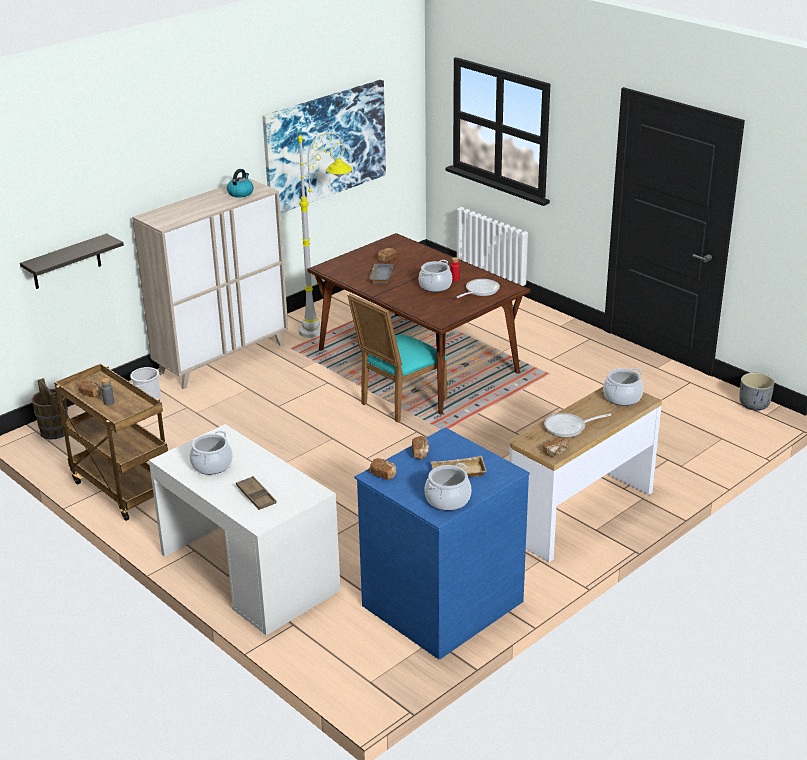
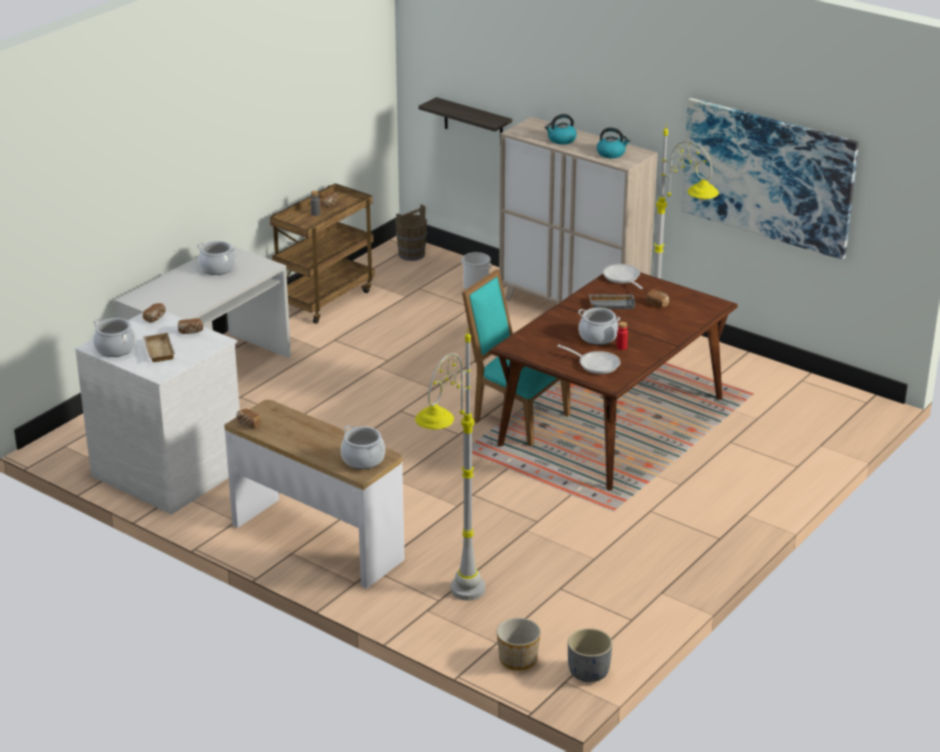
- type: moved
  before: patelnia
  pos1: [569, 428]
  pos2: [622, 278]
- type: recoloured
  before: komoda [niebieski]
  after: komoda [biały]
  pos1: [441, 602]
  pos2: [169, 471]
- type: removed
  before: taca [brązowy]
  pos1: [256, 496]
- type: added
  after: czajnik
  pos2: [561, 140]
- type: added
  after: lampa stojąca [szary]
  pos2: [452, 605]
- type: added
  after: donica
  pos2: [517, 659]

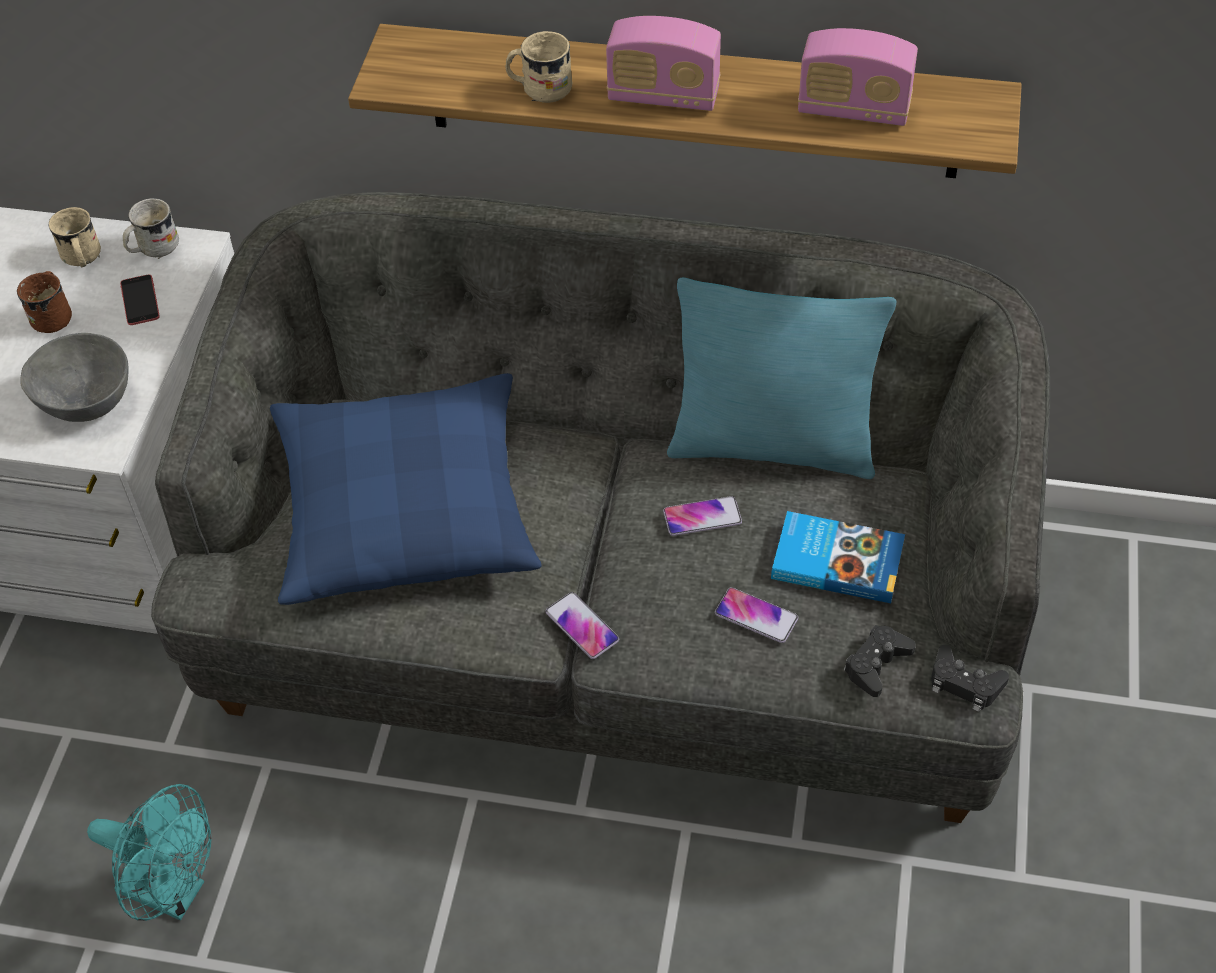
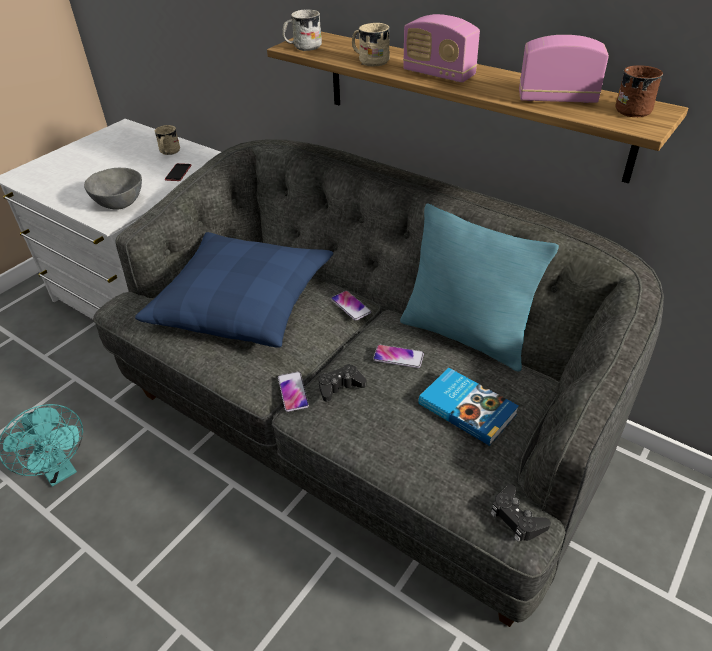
- type: turned
  before: radio
  pos1: [853, 110]
  pos2: [557, 98]
  turn: 150
- type: moved
  before: kubek [biały]
  pos1: [153, 248]
  pos2: [302, 47]
- type: moved
  before: kubek [brązowy]
  pos1: [54, 314]
  pos2: [634, 109]
- type: moved
  before: telefon
  pos1: [756, 616]
  pos2: [351, 306]
- type: moved
  before: pad do gier [czarny]
  pos1: [876, 664]
  pos2: [340, 386]

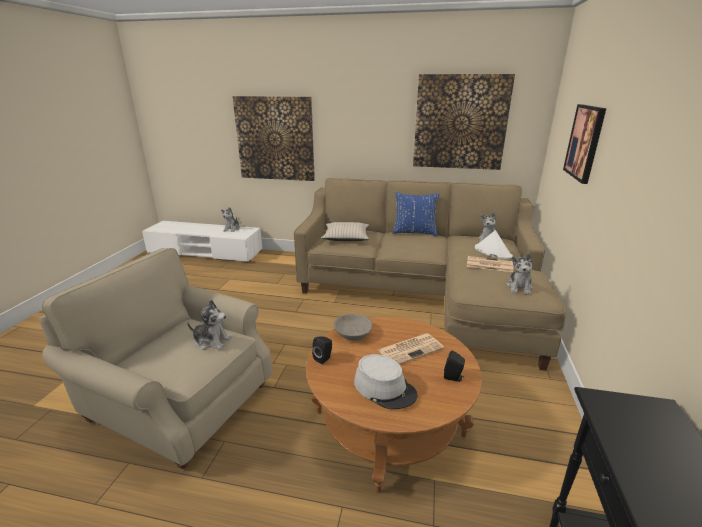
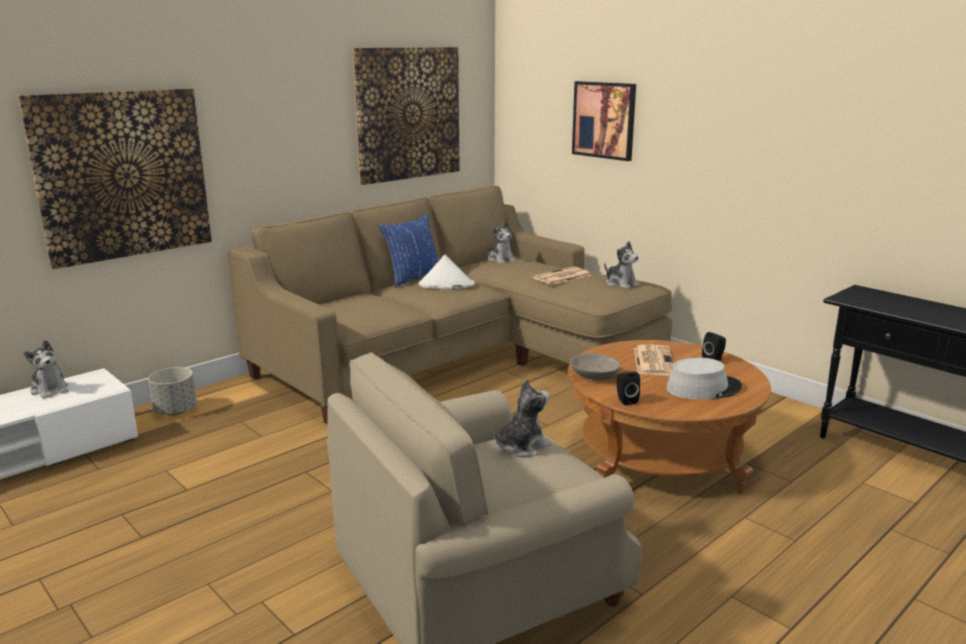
- type: removed
  before: poduszka [beżowy]
  pos1: [346, 237]
- type: moved
  before: kapelusz [biały]
  pos1: [492, 252]
  pos2: [446, 285]
- type: added
  after: donica [szary]
  pos2: [175, 411]

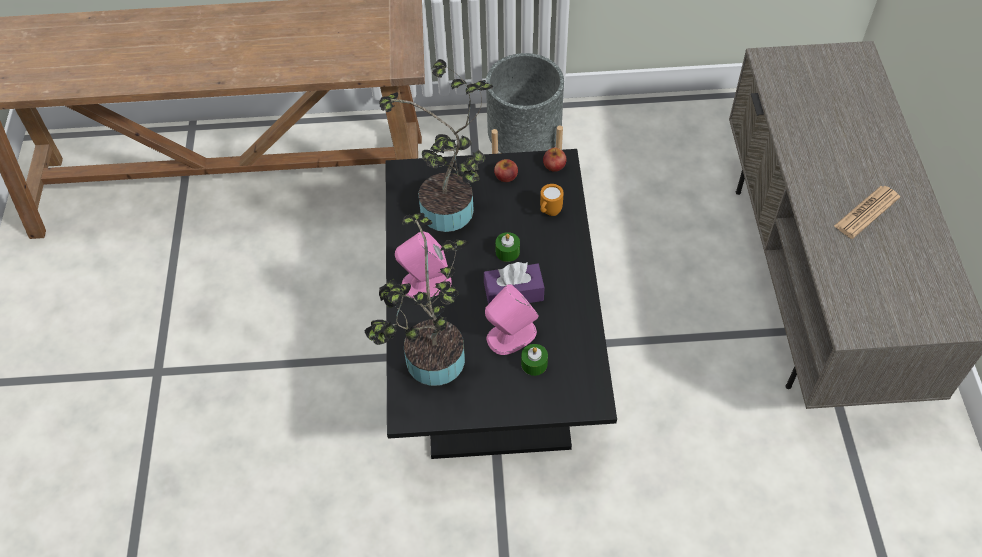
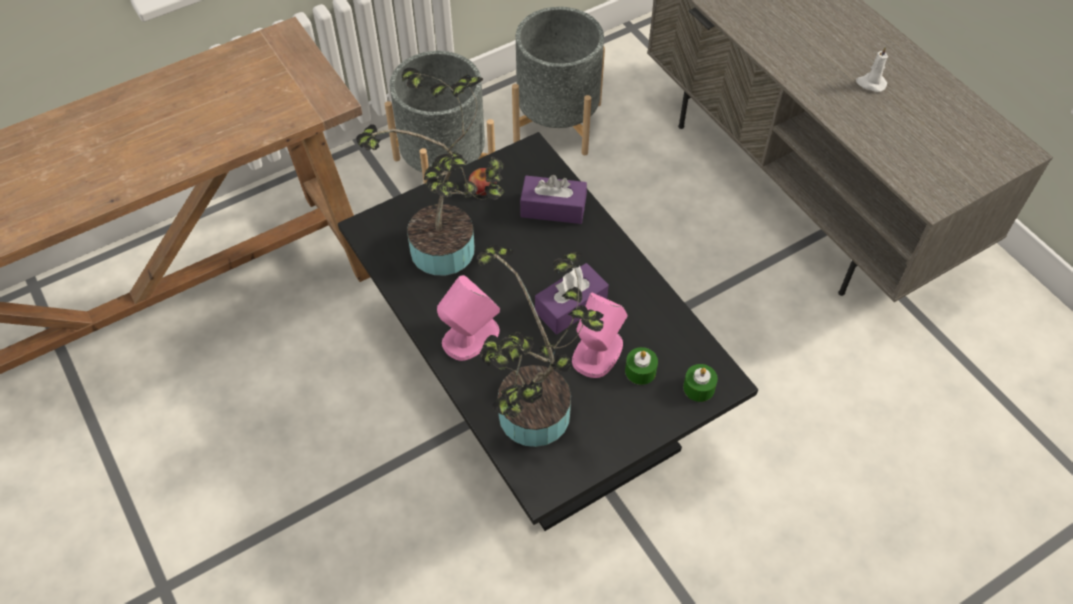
- type: removed
  before: jabłko
  pos1: [554, 165]
- type: replaced
  before: kubek [pomarańczowy]
  after: pudełko chusteczek [fioletowy]
  pos1: [549, 212]
  pos2: [553, 208]
- type: replaced
  before: gazeta
  after: świeca [biały]
  pos1: [866, 212]
  pos2: [870, 83]
- type: moved
  before: świeca [zielony]
  pos1: [507, 251]
  pos2: [698, 388]
- type: added
  after: donica [szary]
  pos2: [557, 122]

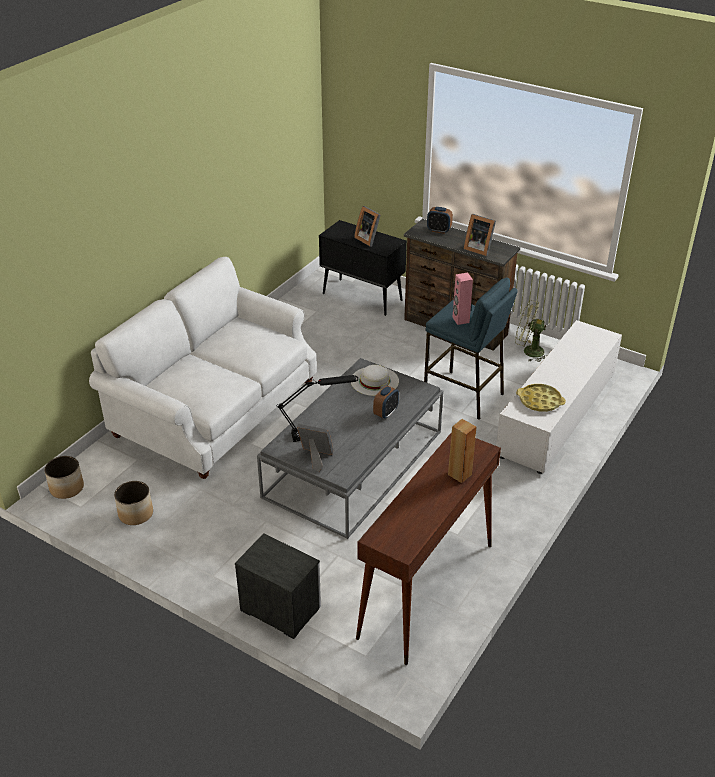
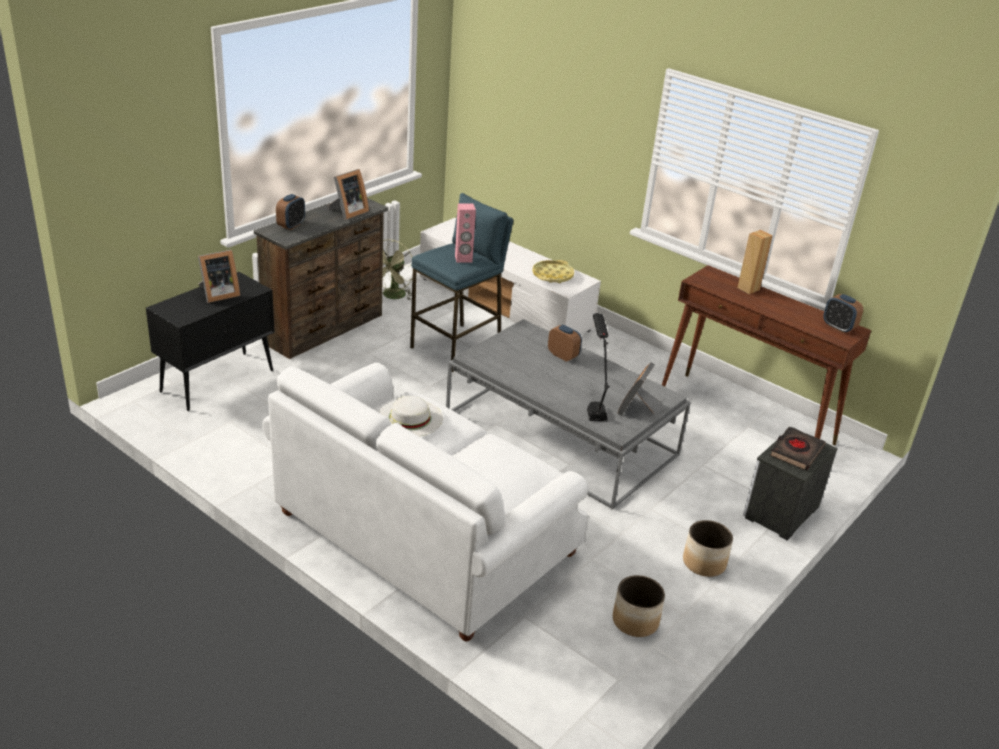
- type: moved
  before: kapelusz [biały]
  pos1: [374, 381]
  pos2: [410, 417]
- type: moved
  before: donica
  pos1: [67, 488]
  pos2: [703, 563]
- type: added
  after: budzik
  pos2: [838, 327]
- type: added
  after: książka [czarny]
  pos2: [796, 452]

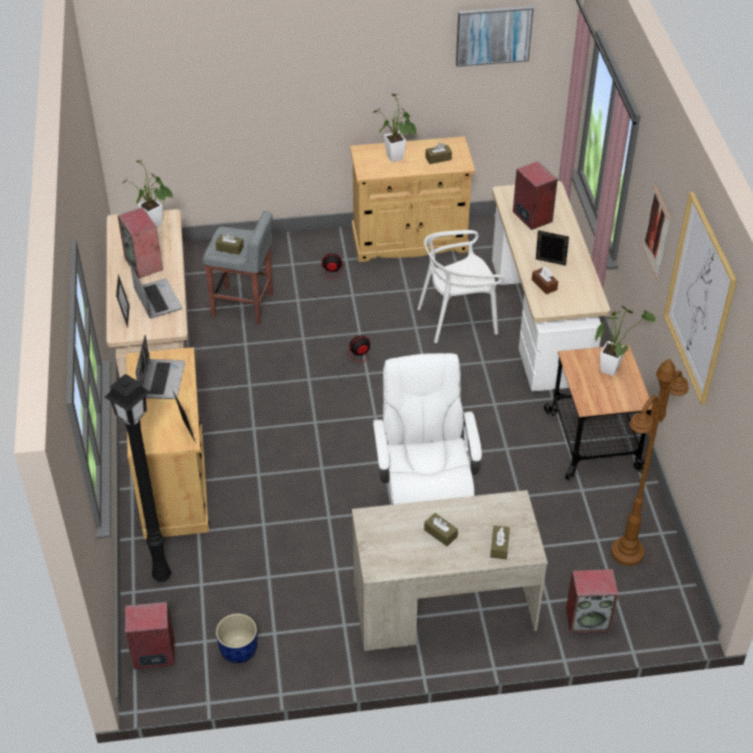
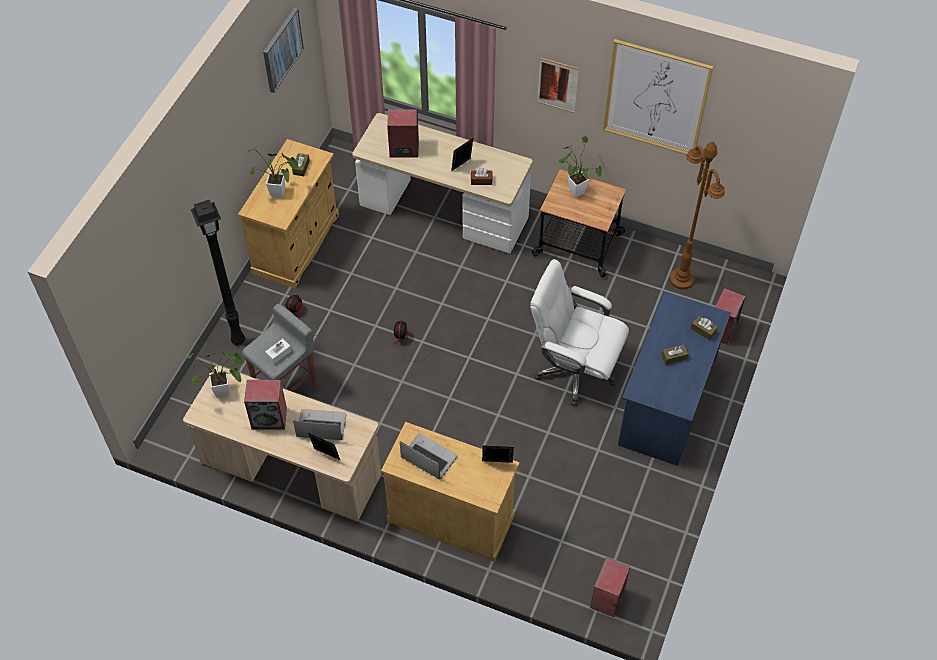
- type: removed
  before: krzesło [biały]
  pos1: [457, 319]
- type: recoloured
  before: pudełko chusteczek [brązowy]
  after: pudełko chusteczek [biały]
  pos1: [230, 248]
  pos2: [278, 354]
- type: moved
  before: lampa stojąca [czarny]
  pos1: [163, 576]
  pos2: [239, 339]
- type: recoloured
  before: biurko [beżowy]
  after: biurko [niebieski]
  pos1: [443, 607]
  pos2: [667, 402]
- type: removed
  before: donica [niebieski]
  pos1: [238, 650]

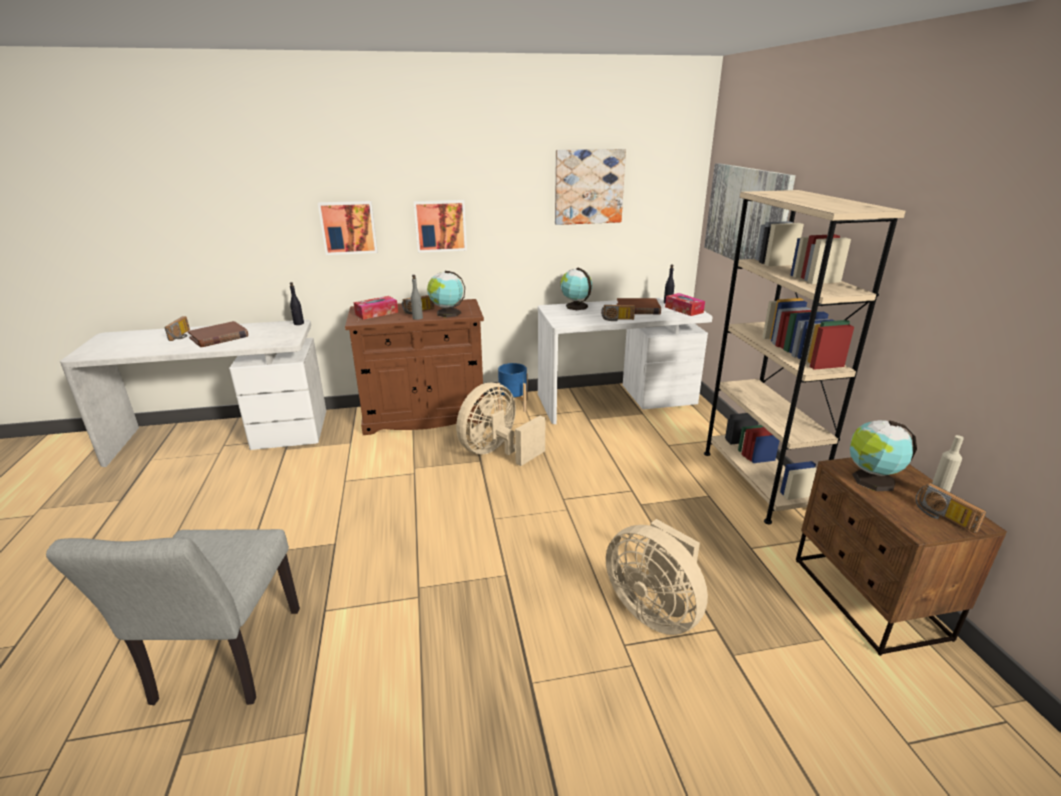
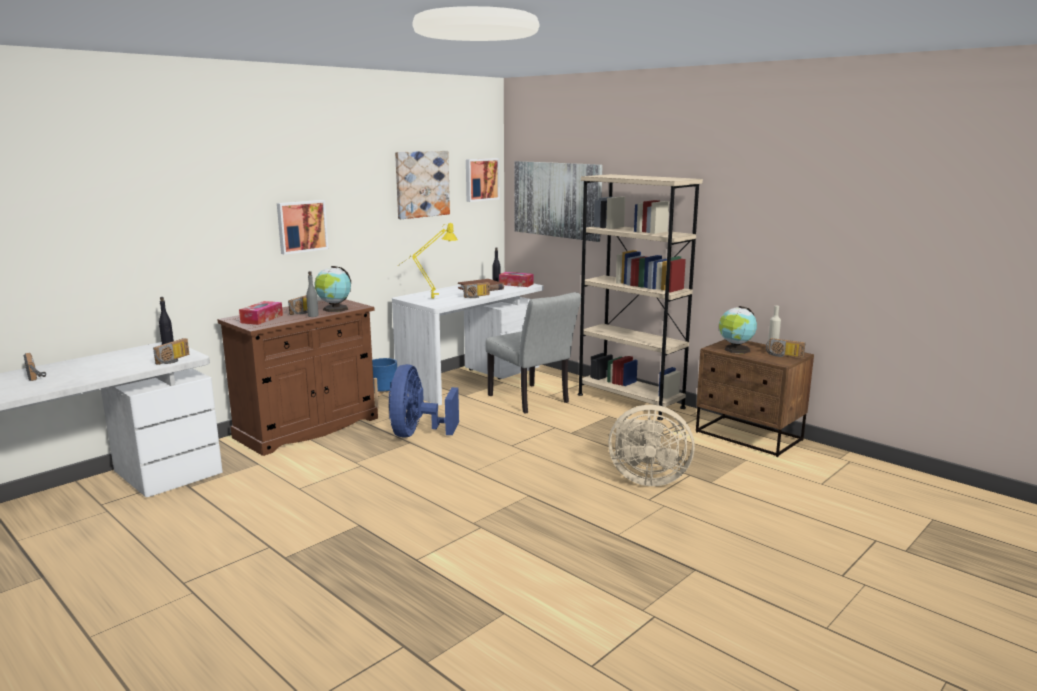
- type: moved
  before: obraz
  pos1: [348, 227]
  pos2: [481, 179]
- type: removed
  before: globus
  pos1: [575, 306]
- type: removed
  before: książka [brązowy]
  pos1: [219, 337]
- type: recoloured
  before: wentylator [beżowy]
  after: wentylator [niebieski]
  pos1: [497, 452]
  pos2: [417, 434]
- type: moved
  before: krzesło [szary]
  pos1: [223, 663]
  pos2: [532, 400]
- type: added
  after: lampa stołowa [żółty]
  pos2: [428, 299]
- type: added
  after: radio
  pos2: [174, 360]

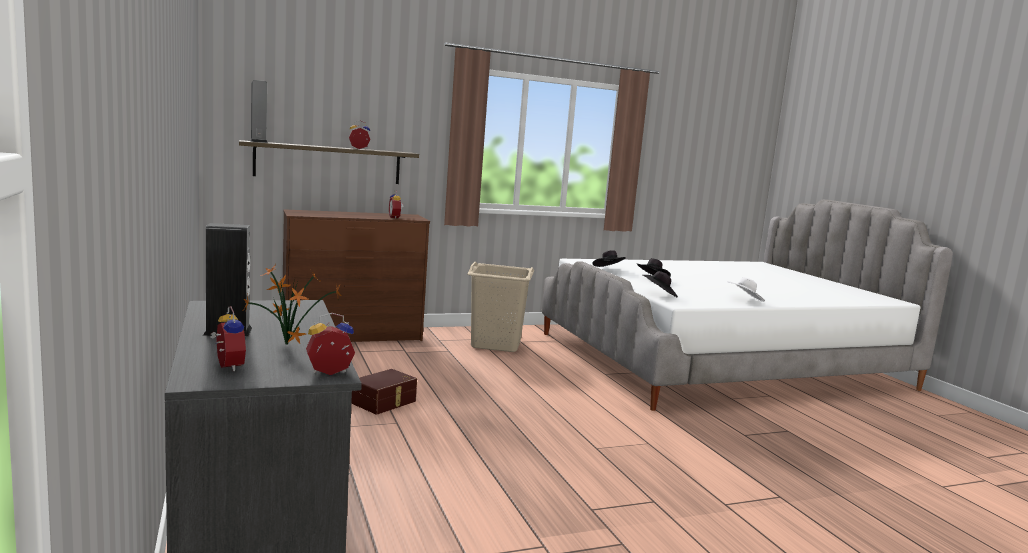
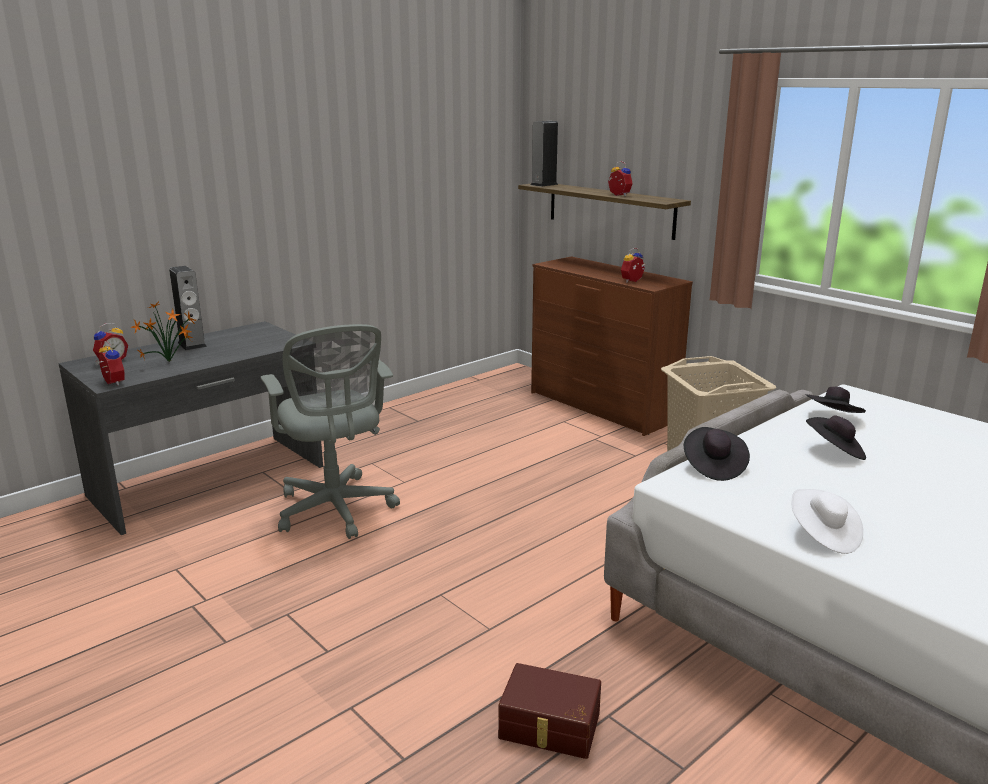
- type: moved
  before: pojemnik do przechowywania [brązowy]
  pos1: [385, 402]
  pos2: [549, 727]
- type: added
  after: krzesło biurowe [szary]
  pos2: [336, 511]

